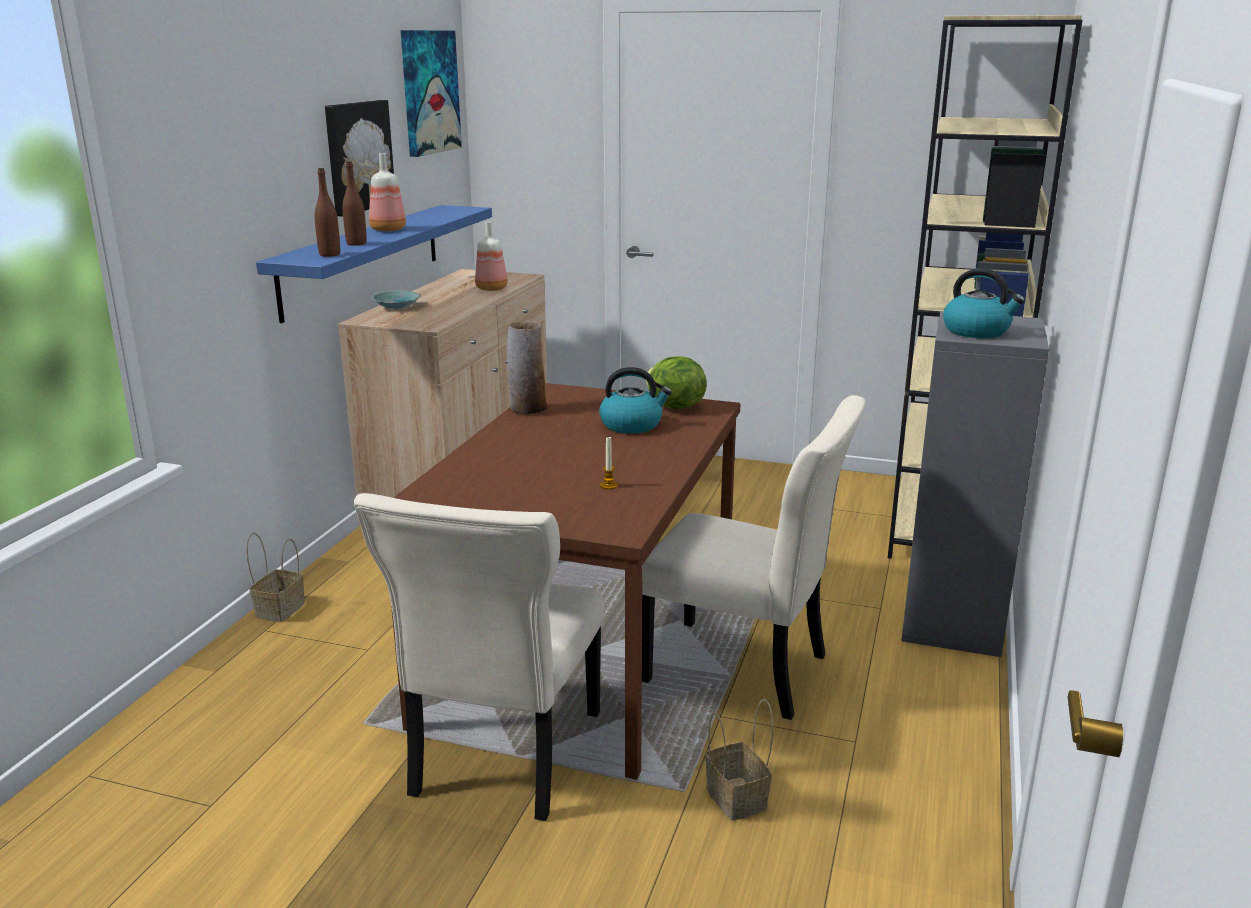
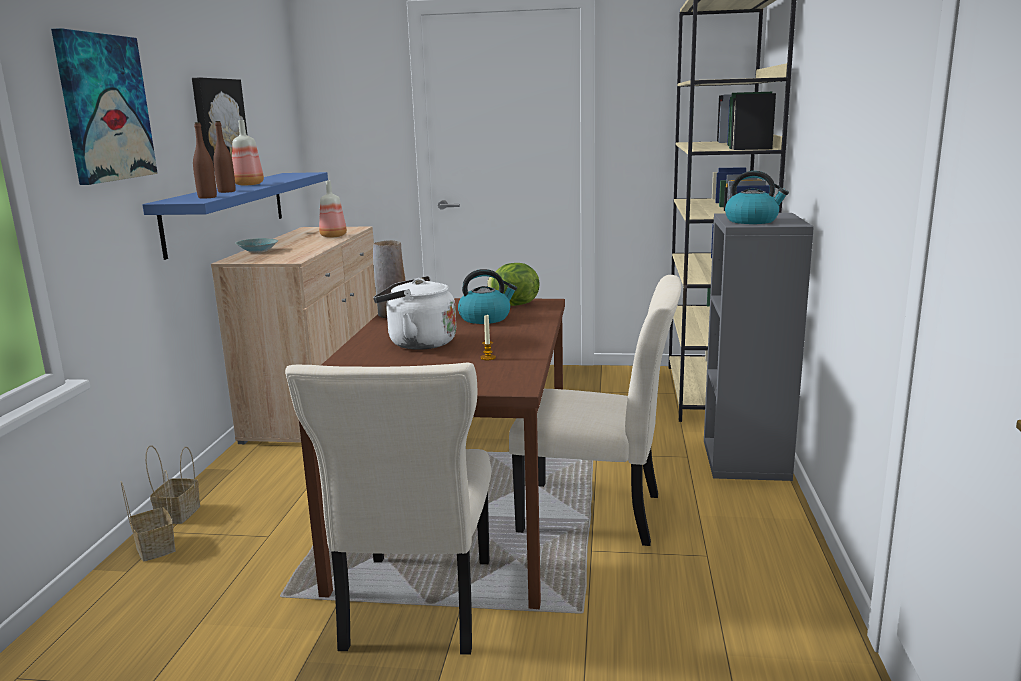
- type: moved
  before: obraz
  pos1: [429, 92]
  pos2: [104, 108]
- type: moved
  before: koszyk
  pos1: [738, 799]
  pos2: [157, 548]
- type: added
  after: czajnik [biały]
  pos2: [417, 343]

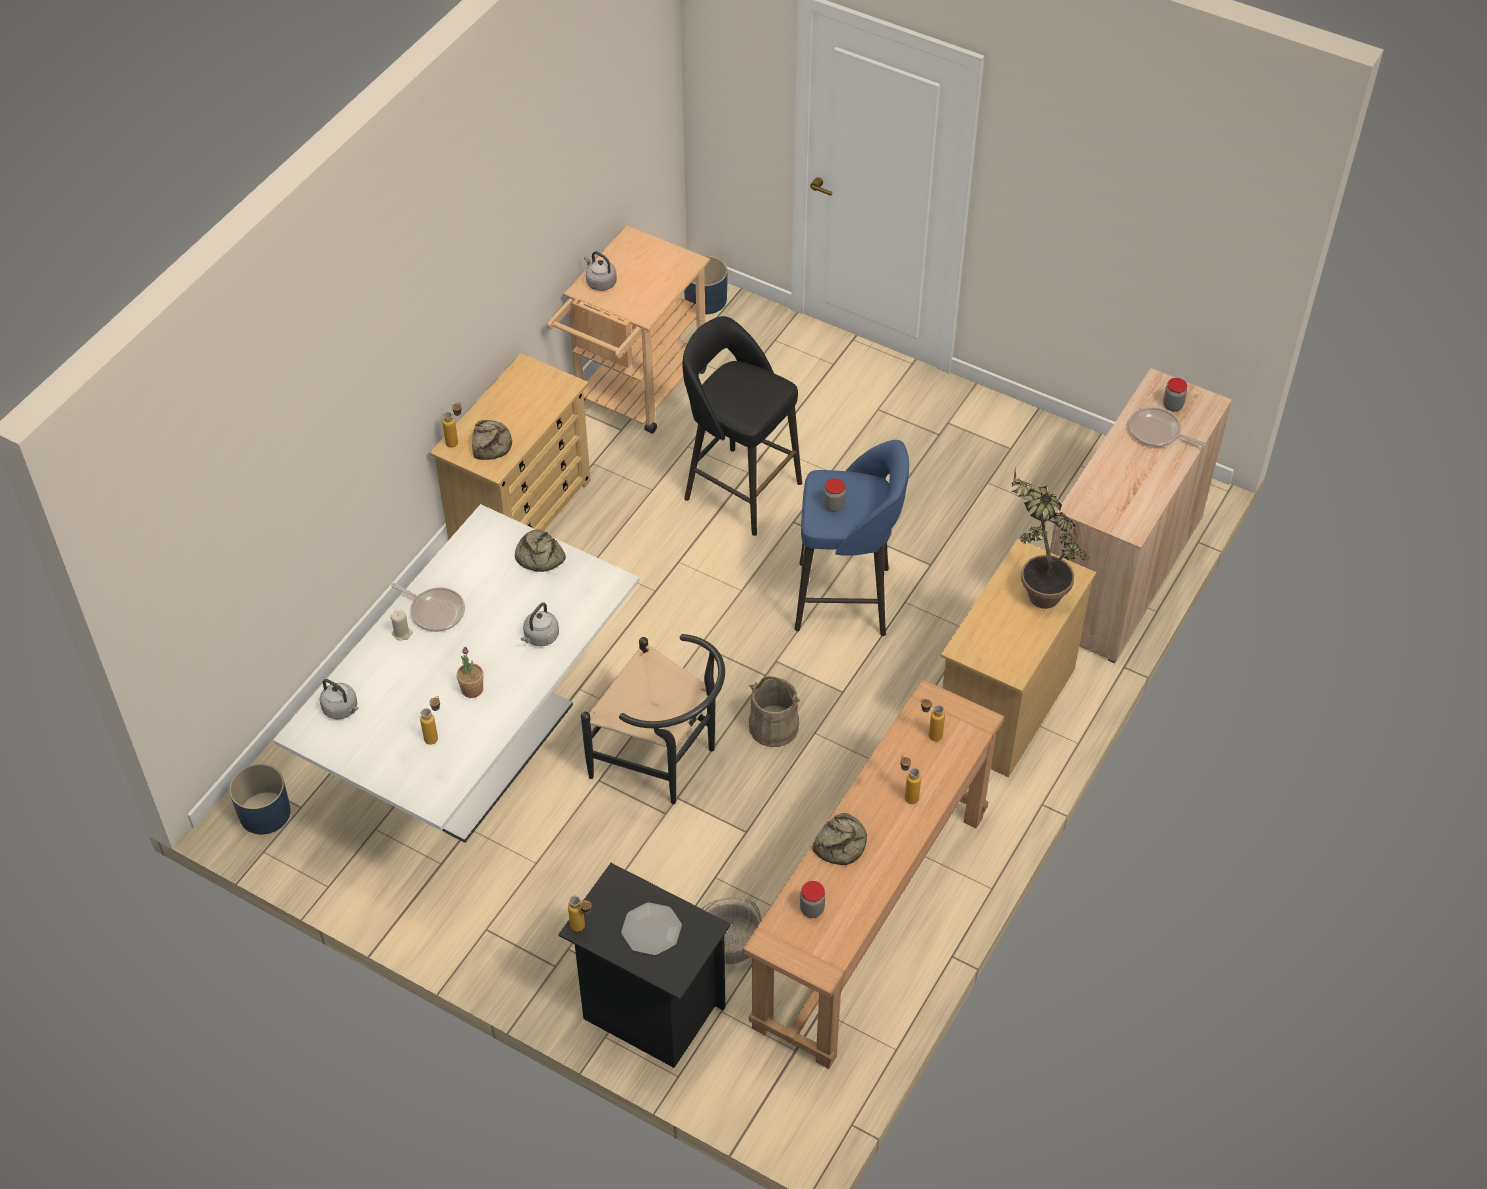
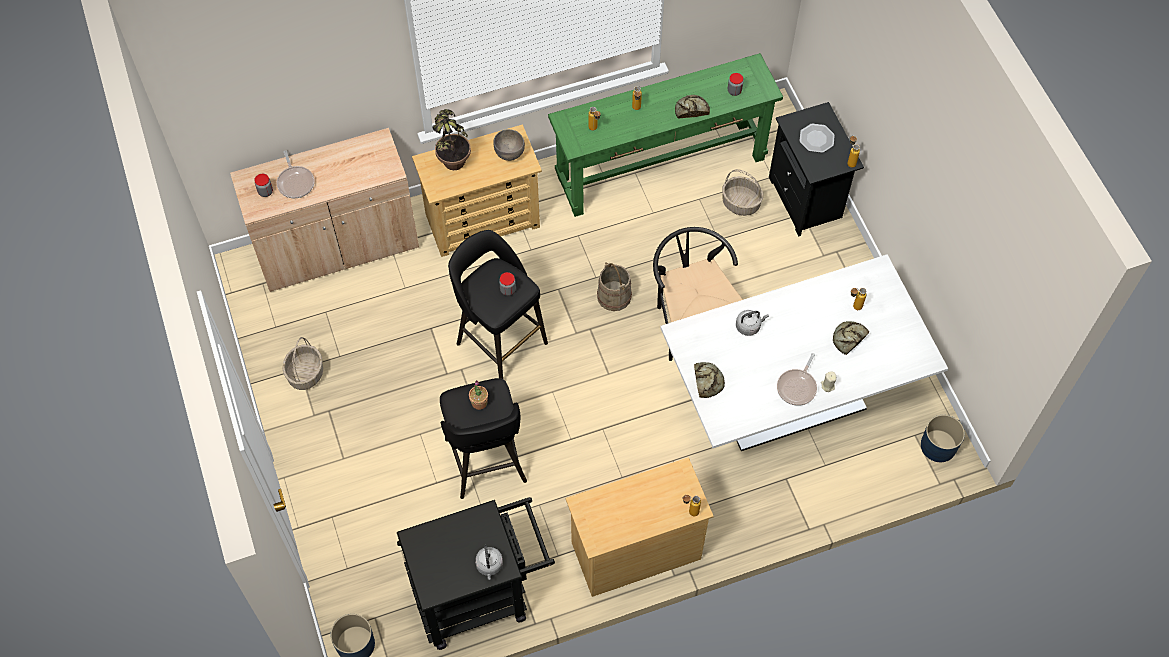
- type: recoloured
  before: wózek [beżowy]
  after: wózek [czarny]
  pos1: [634, 393]
  pos2: [480, 595]
- type: moved
  before: chleb
  pos1: [491, 443]
  pos2: [848, 338]
- type: recoloured
  before: stołek [niebieski]
  after: stołek [czarny]
  pos1: [846, 599]
  pos2: [500, 341]
- type: turned
  before: patelnia
  pos1: [435, 611]
  pos2: [797, 387]
  turn: -135
- type: moved
  before: roślina doniczkowa
  pos1: [472, 689]
  pos2: [479, 402]
- type: removed
  before: czajnik [szary]
  pos1: [342, 709]
- type: recoloured
  before: stolik konsolowy [brązowy]
  after: stolik konsolowy [zielony]
  pos1: [870, 919]
  pos2: [661, 168]
- type: added
  after: miska [szary]
  pos2: [509, 154]
- type: added
  after: koszyk
  pos2: [306, 374]

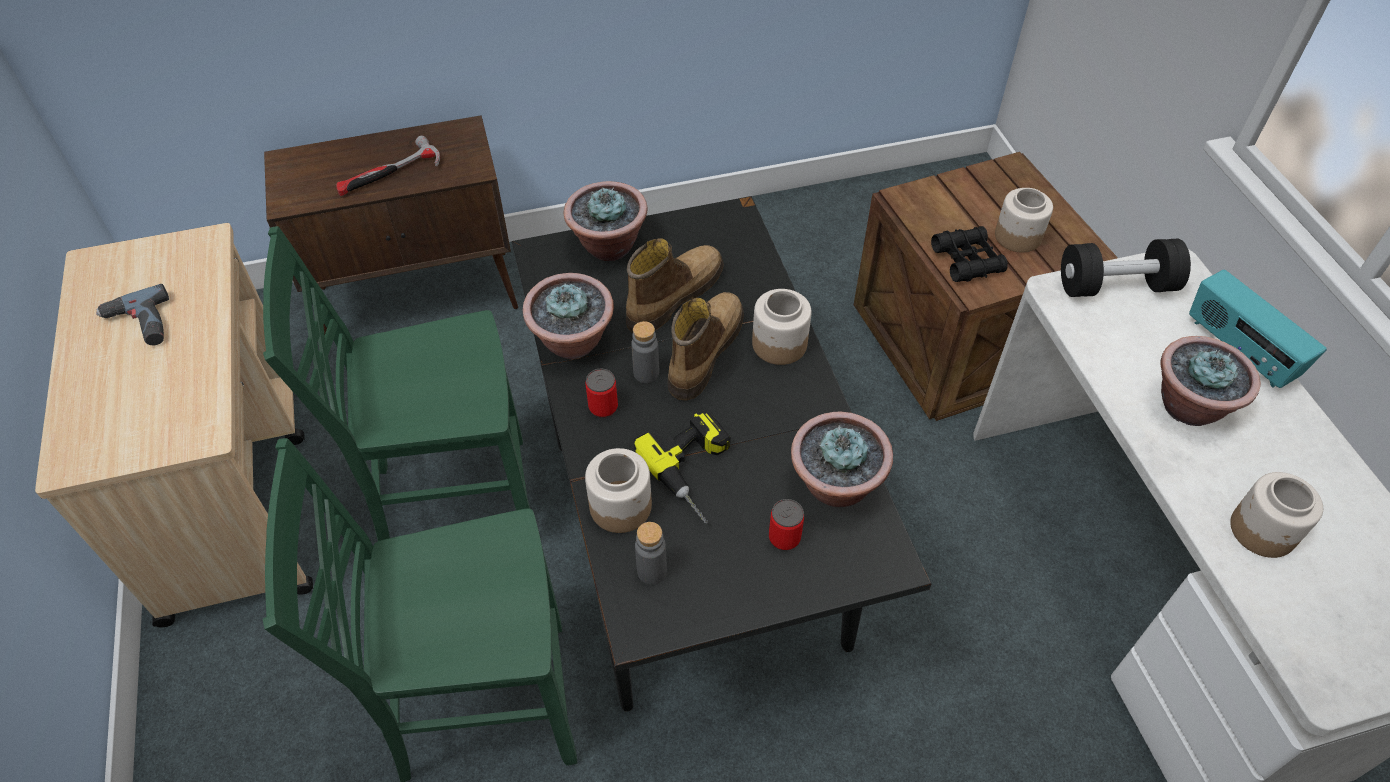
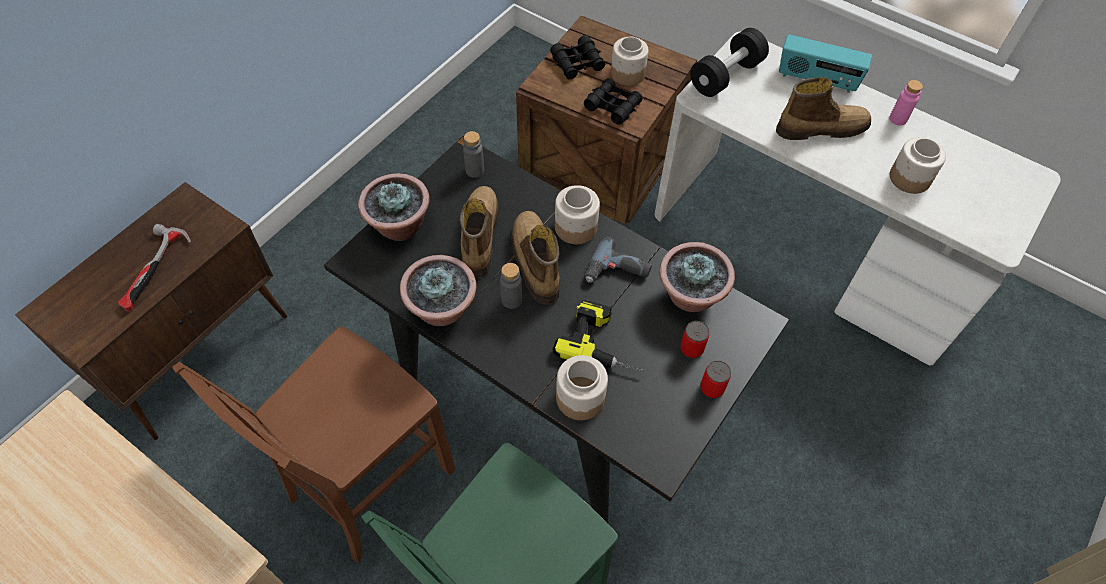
- type: recoloured
  before: krzesło [zielony]
  after: krzesło [brązowy]
  pos1: [451, 502]
  pos2: [367, 484]
- type: moved
  before: wiertarka
  pos1: [139, 326]
  pos2: [617, 272]
- type: replaced
  before: roślina doniczkowa
  after: but z cholewką
  pos1: [1189, 406]
  pos2: [821, 128]
- type: moved
  before: puszka
  pos1: [603, 407]
  pos2: [712, 388]
- type: moved
  before: butelka [szary]
  pos1: [652, 571]
  pos2: [474, 170]
- type: added
  after: lornetka [czarny]
  pos2: [577, 63]
- type: added
  after: butelka [różowy]
  pos2: [898, 119]

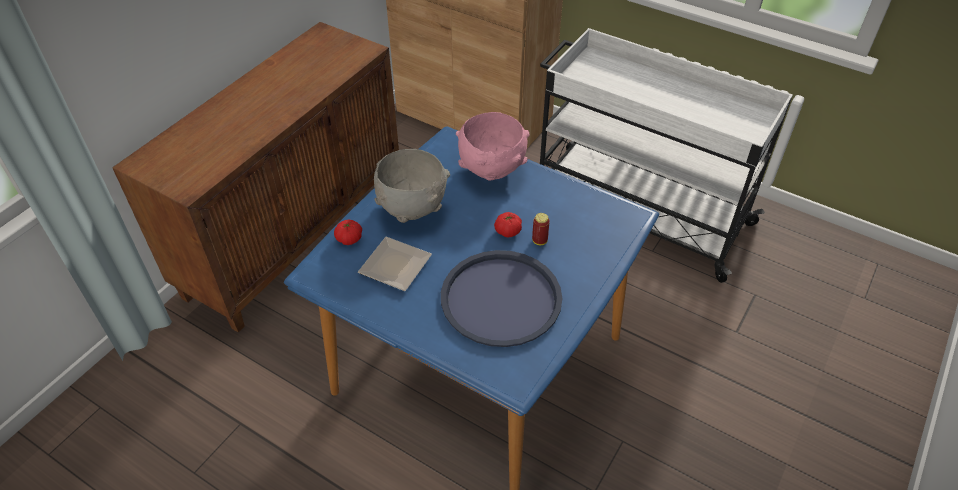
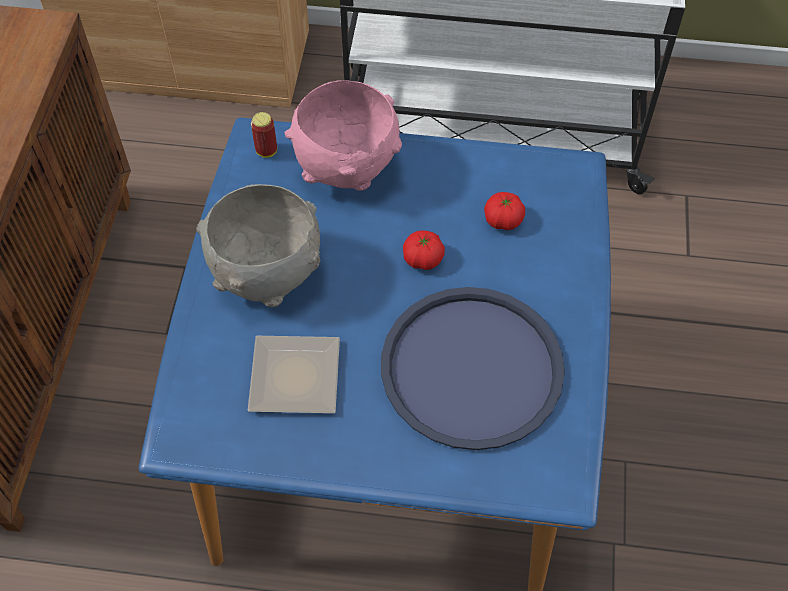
- type: moved
  before: puszka
  pos1: [539, 241]
  pos2: [266, 151]
- type: moved
  before: pomidor
  pos1: [349, 239]
  pos2: [503, 220]

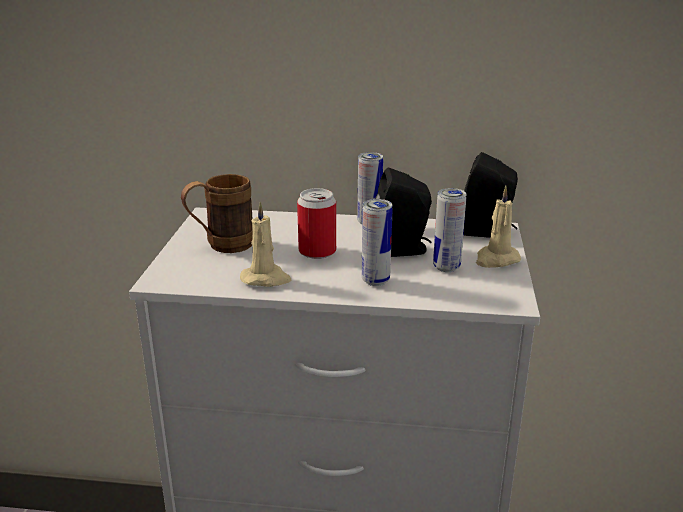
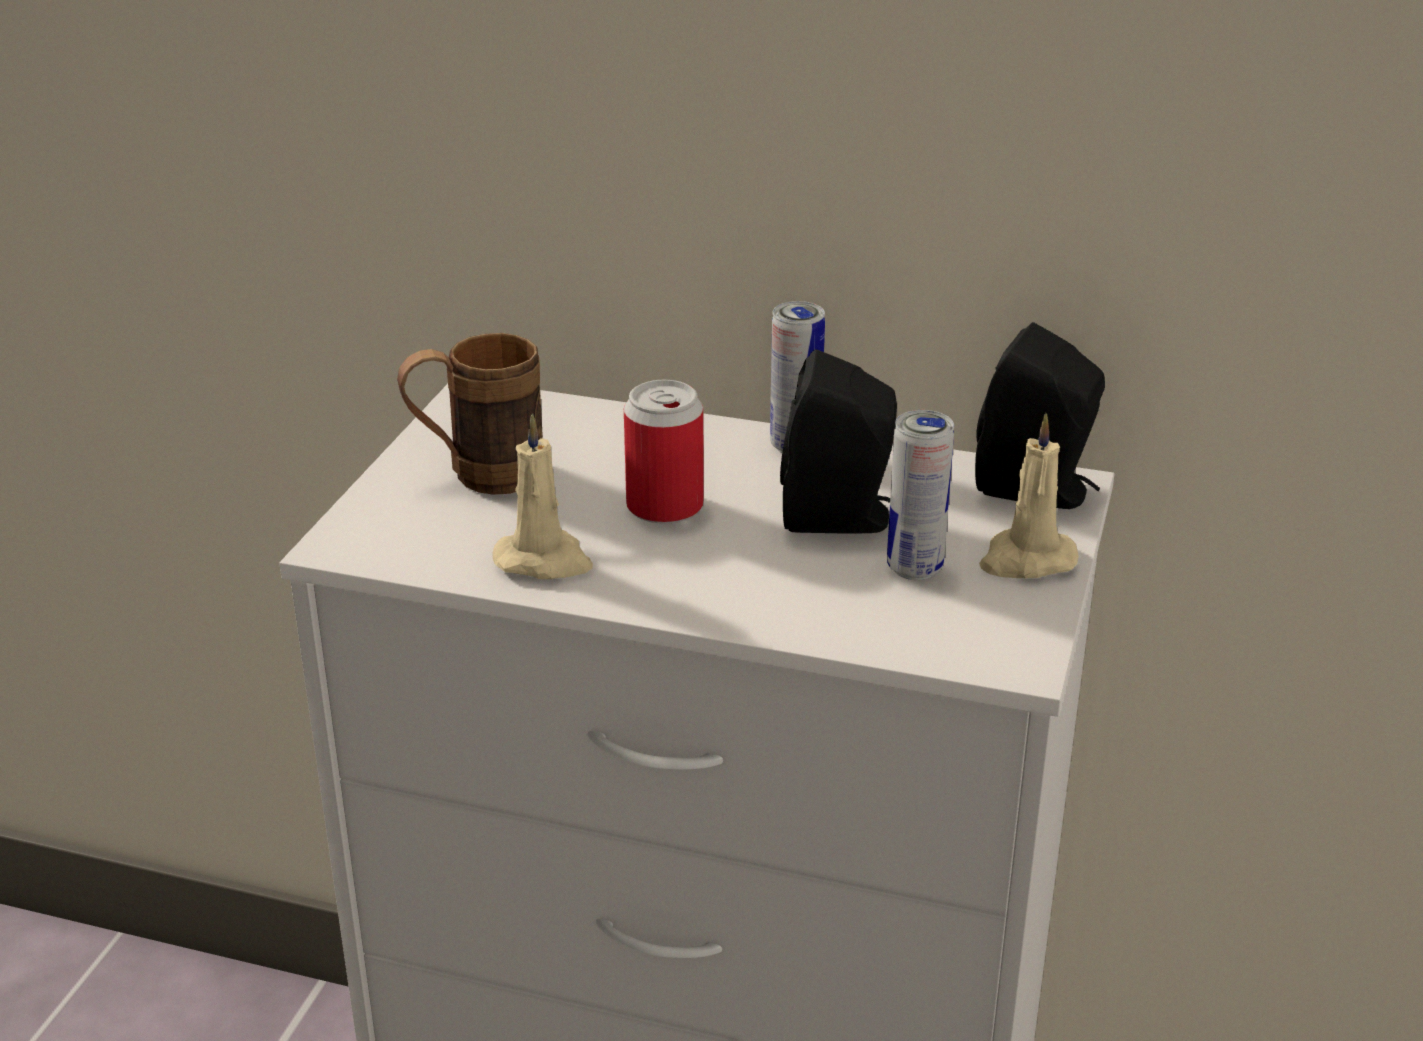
- type: removed
  before: puszka
  pos1: [375, 281]

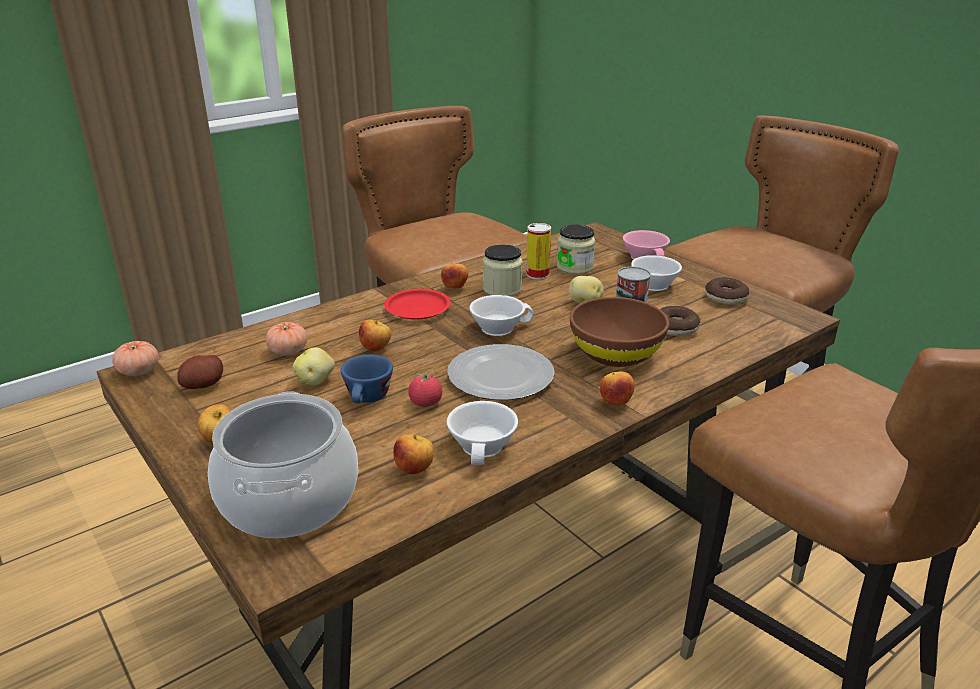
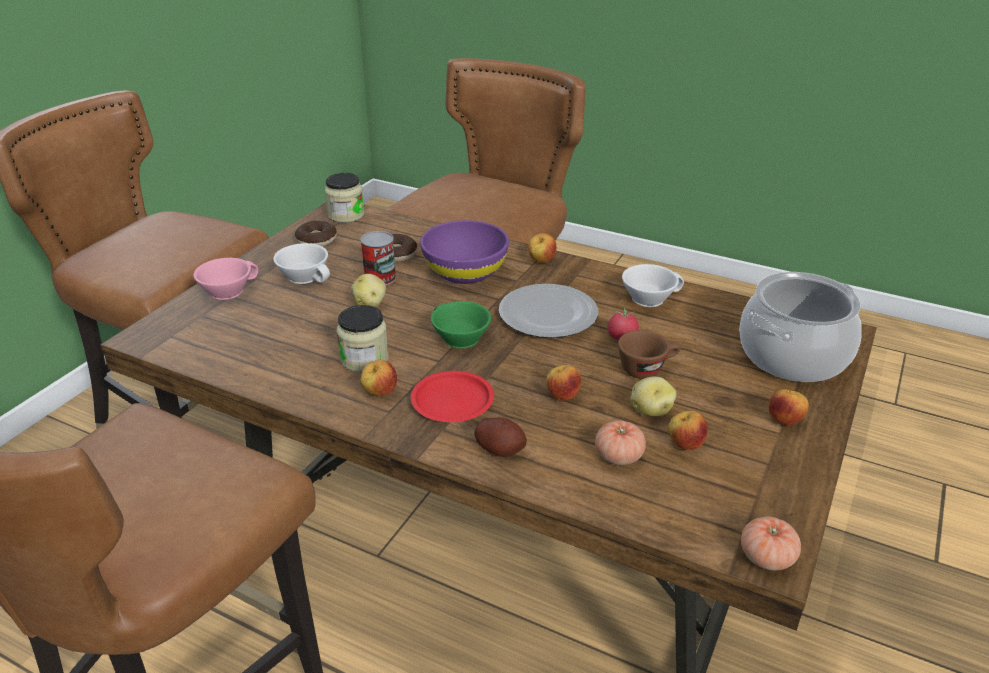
- type: removed
  before: puszka
  pos1: [537, 274]
- type: moved
  before: słoik
  pos1: [575, 267]
  pos2: [346, 215]
- type: recoloured
  before: filiżanka [biały]
  after: filiżanka [zielony]
  pos1: [498, 327]
  pos2: [458, 338]
- type: recoloured
  before: miska [brązowy]
  after: miska [fioletowy]
  pos1: [615, 354]
  pos2: [465, 272]
- type: moved
  before: ziemniak
  pos1: [203, 385]
  pos2: [500, 449]
- type: recoloured
  before: filiżanka [niebieski]
  after: filiżanka [brązowy]
  pos1: [367, 399]
  pos2: [647, 368]
- type: moved
  before: jabłko
  pos1: [415, 470]
  pos2: [685, 445]

